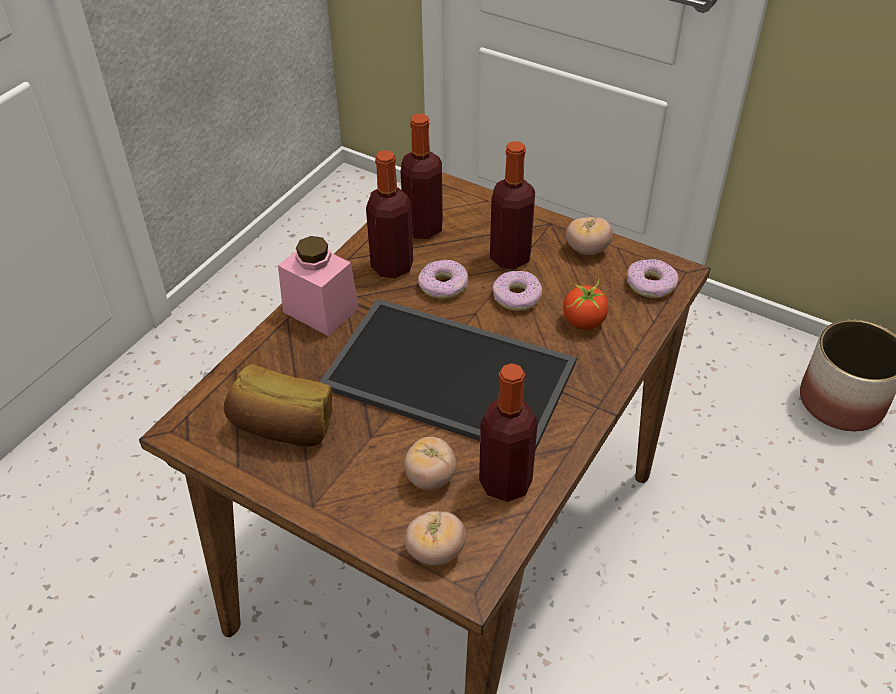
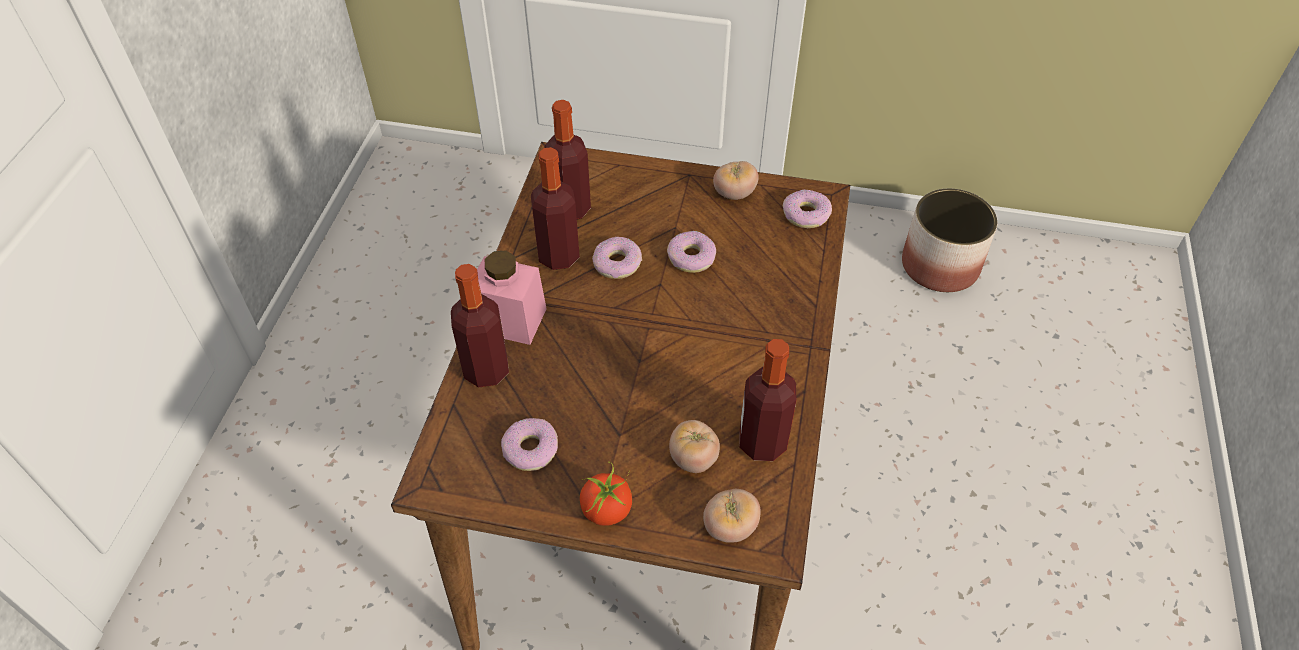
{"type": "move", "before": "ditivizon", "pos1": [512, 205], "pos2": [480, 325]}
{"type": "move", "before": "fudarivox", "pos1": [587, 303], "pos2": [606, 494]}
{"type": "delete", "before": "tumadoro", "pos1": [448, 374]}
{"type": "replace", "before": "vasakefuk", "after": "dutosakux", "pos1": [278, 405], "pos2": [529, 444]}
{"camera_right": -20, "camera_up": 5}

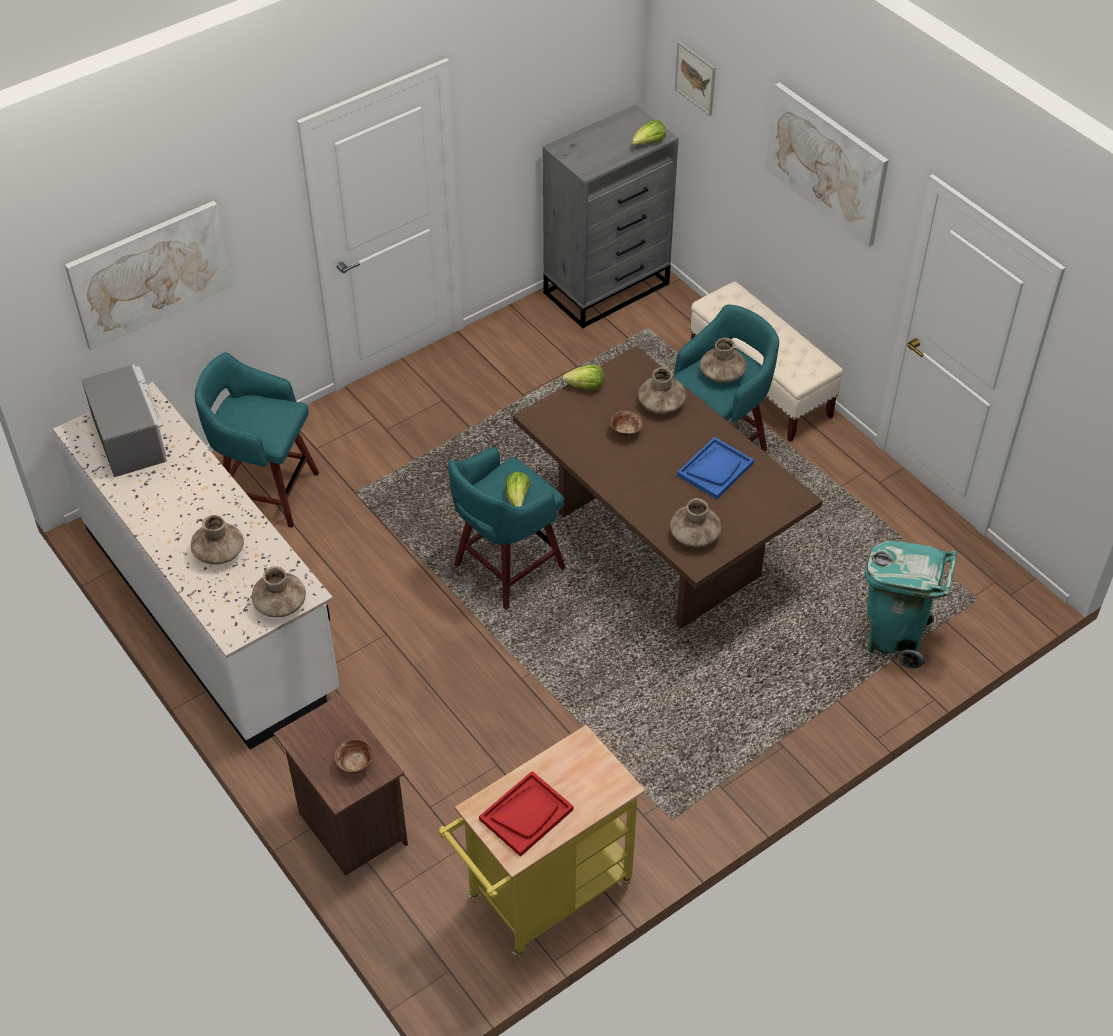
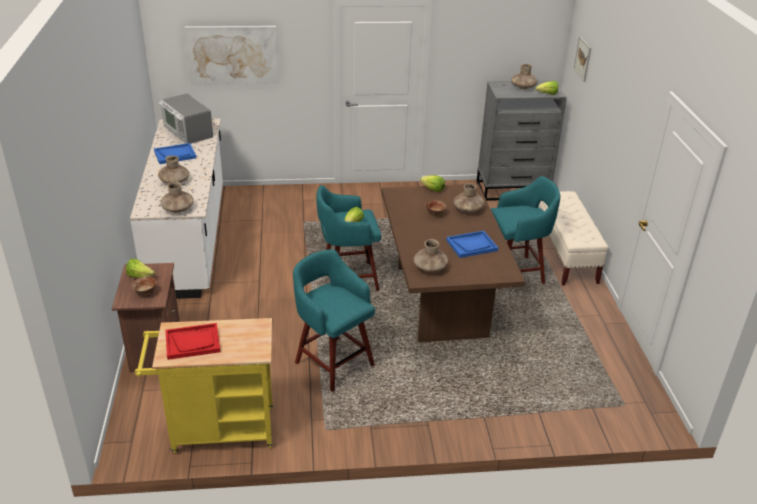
{"type": "delete", "before": "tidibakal", "pos1": [827, 164]}
{"type": "move", "before": "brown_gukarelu", "pos1": [723, 360], "pos2": [524, 76]}
{"type": "move", "before": "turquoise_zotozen", "pos1": [257, 440], "pos2": [334, 320]}
{"type": "rotate", "before": "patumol", "pos1": [124, 421], "pos2": [186, 118], "turn": 135}
{"type": "delete", "before": "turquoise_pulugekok", "pos1": [911, 605]}
{"type": "insert", "after": "blue_tumadoro", "pos2": [175, 153]}
{"type": "insert", "after": "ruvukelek", "pos2": [140, 268]}
{"camera_right": 30, "camera_up": -15}

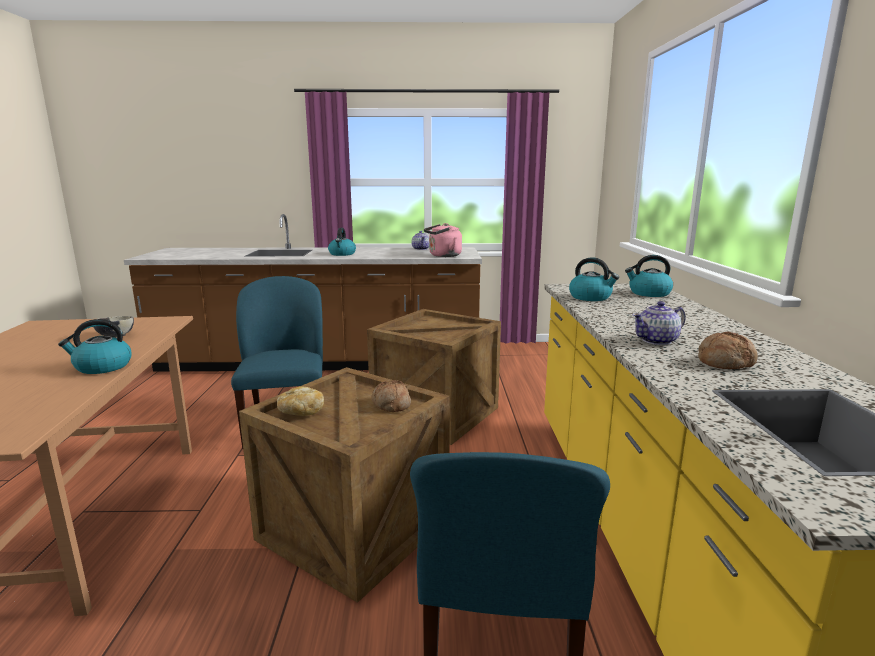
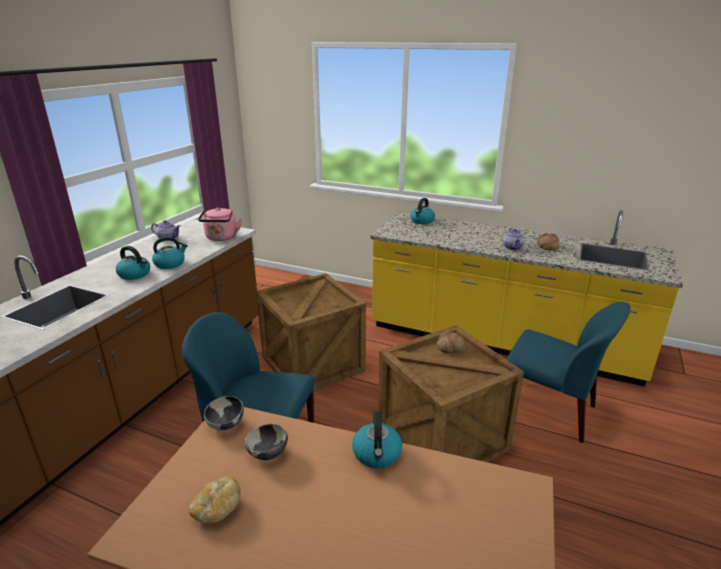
{"type": "move", "before": "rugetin", "pos1": [594, 279], "pos2": [170, 252]}
{"type": "move", "before": "vasakefuk", "pos1": [300, 401], "pos2": [215, 499]}
{"type": "insert", "after": "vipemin", "pos2": [224, 413]}
{"camera_right": -65, "camera_up": 10}

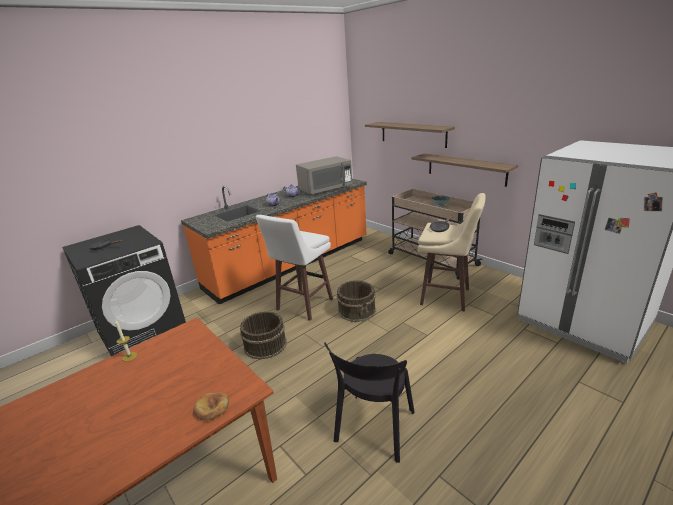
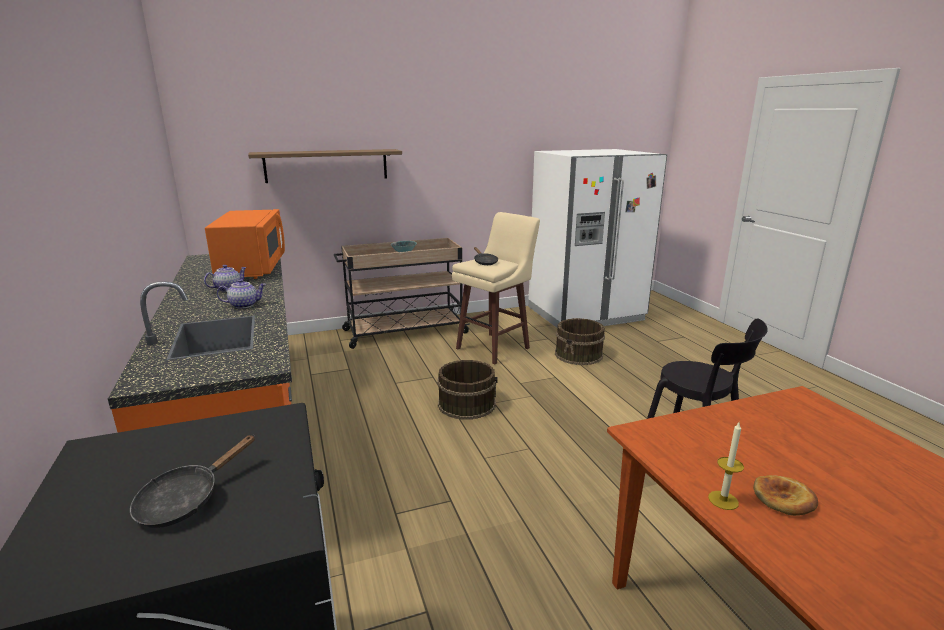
{"type": "delete", "before": "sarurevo", "pos1": [464, 170]}
{"type": "recolor", "before": "grey_patumol", "after": "orange_patumol", "pos1": [324, 175], "pos2": [245, 244]}
{"type": "delete", "before": "white_zotozen", "pos1": [294, 268]}
{"type": "move", "before": "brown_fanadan", "pos1": [263, 335], "pos2": [580, 341]}
{"type": "move", "before": "vasakefuk", "pos1": [211, 407], "pos2": [785, 495]}
{"camera_right": -70, "camera_up": -5}

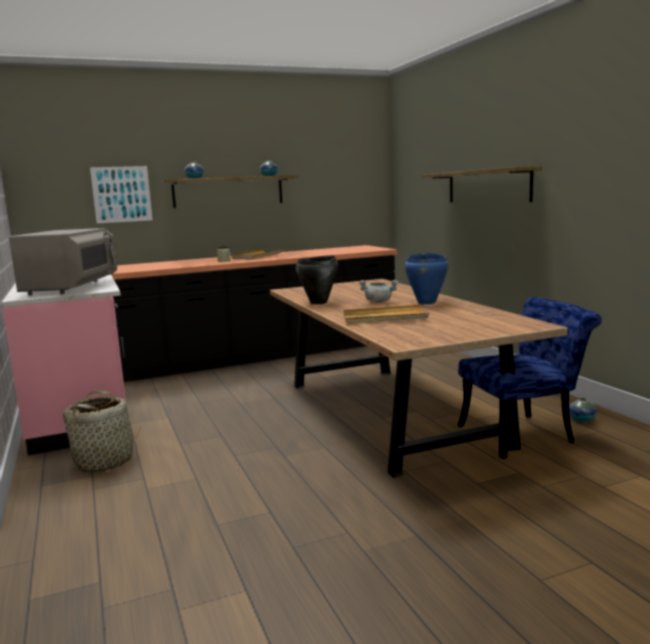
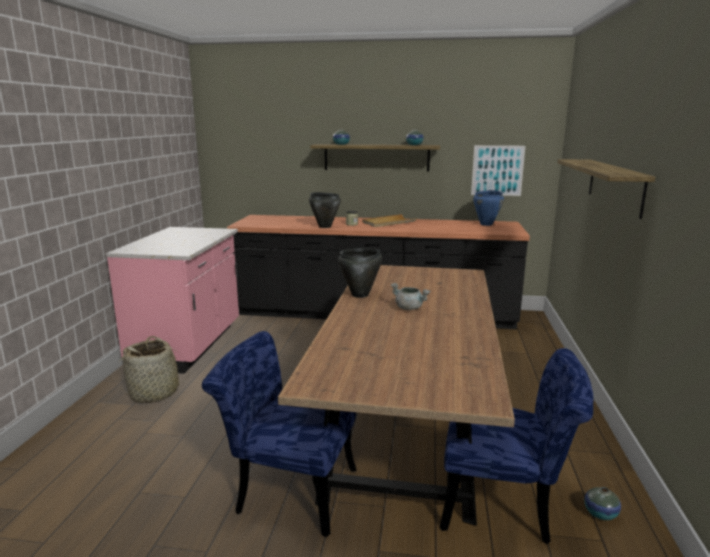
{"type": "move", "before": "tidibakal", "pos1": [121, 194], "pos2": [498, 170]}
{"type": "delete", "before": "grey_patumol", "pos1": [63, 261]}
{"type": "move", "before": "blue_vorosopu", "pos1": [427, 279], "pos2": [488, 208]}
{"type": "delete", "before": "beige_tumadoro", "pos1": [386, 314]}
{"type": "insert", "after": "black_vorosopu", "pos2": [325, 210]}
{"type": "insert", "after": "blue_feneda", "pos2": [279, 434]}
{"camera_right": 30, "camera_up": 5}

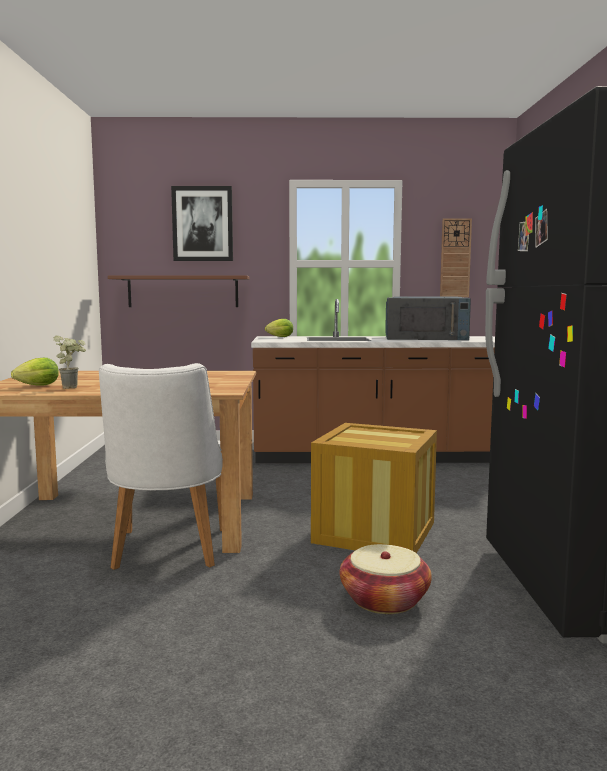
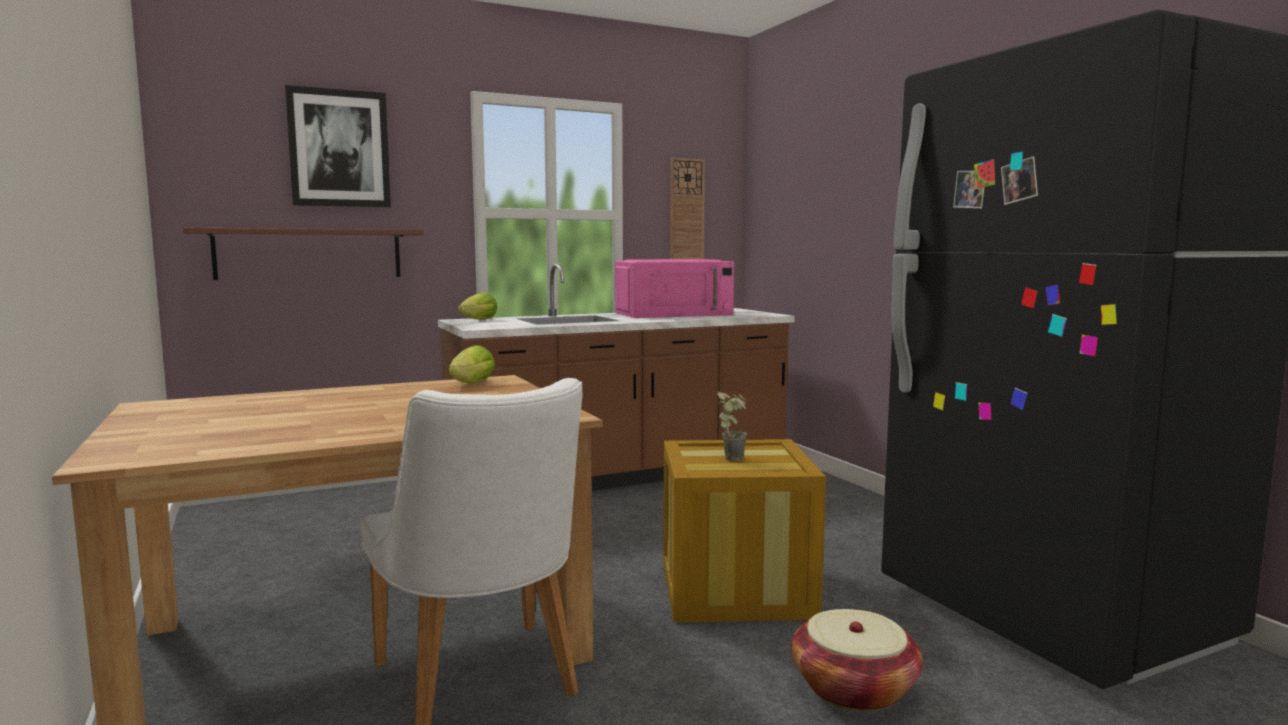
{"type": "recolor", "before": "blue_patumol", "after": "pink_patumol", "pos1": [428, 318], "pos2": [674, 288]}
{"type": "move", "before": "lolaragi", "pos1": [70, 362], "pos2": [732, 426]}
{"type": "move", "before": "ruvukelek", "pos1": [35, 371], "pos2": [472, 364]}
{"camera_right": -25, "camera_up": 0}

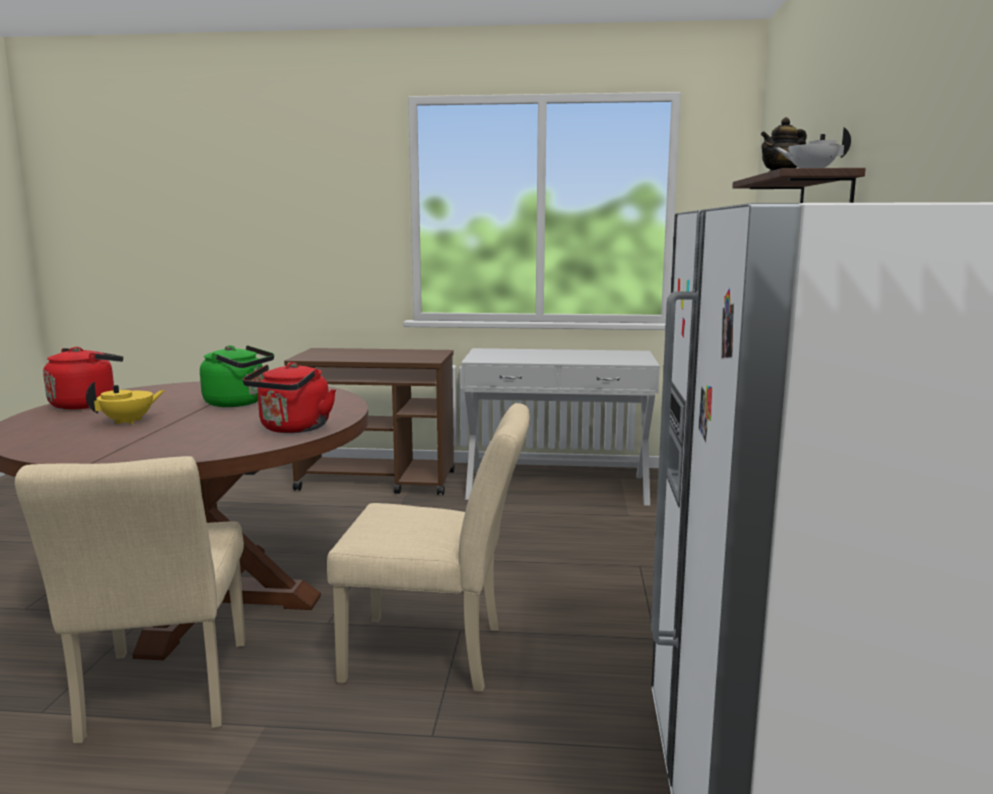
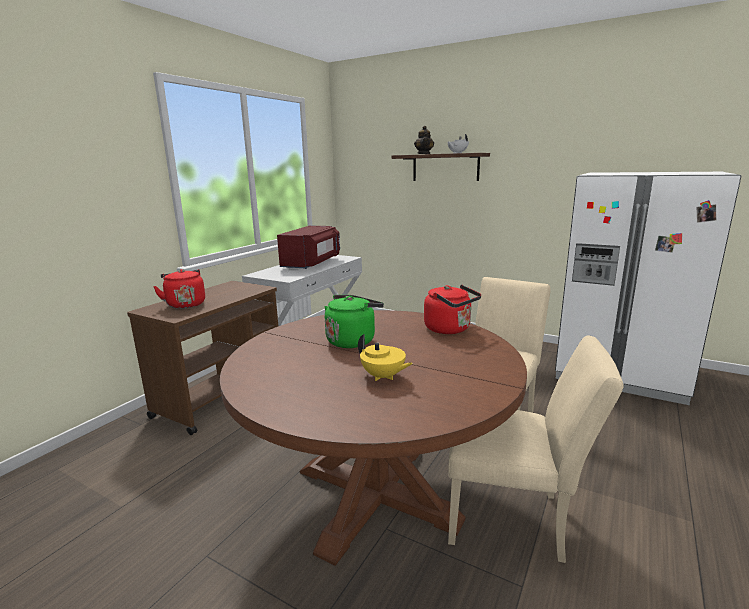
{"type": "move", "before": "red_rugetin", "pos1": [83, 378], "pos2": [179, 289]}
{"type": "rotate", "before": "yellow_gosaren", "pos1": [125, 403], "pos2": [385, 357], "turn": 150}
{"type": "insert", "after": "red_patumol", "pos2": [308, 247]}
{"camera_right": -65, "camera_up": 5}

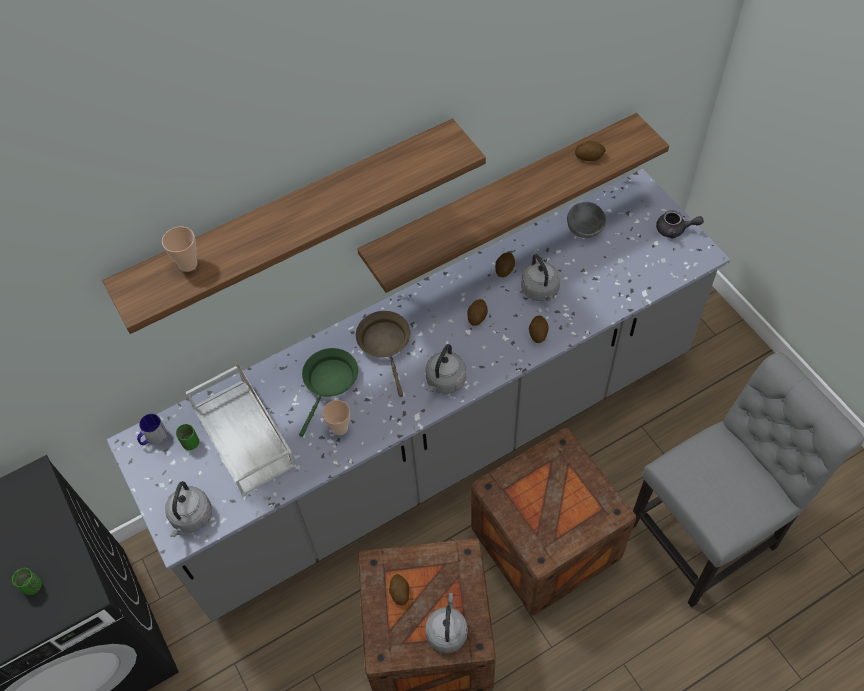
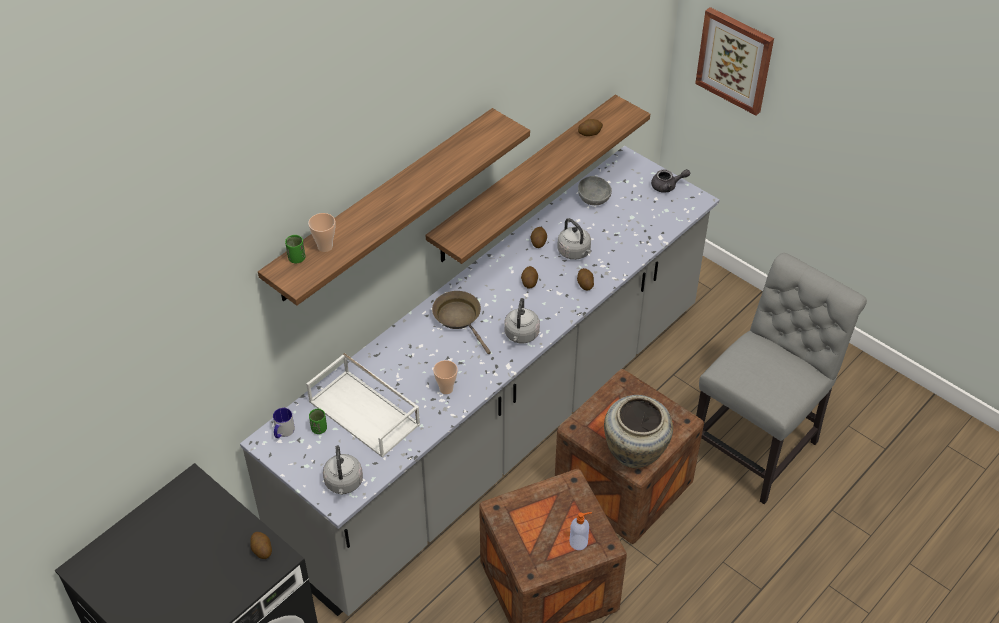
{"type": "delete", "before": "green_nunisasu", "pos1": [328, 392]}
{"type": "move", "before": "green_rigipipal", "pos1": [27, 581], "pos2": [295, 249]}
{"type": "move", "before": "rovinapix", "pos1": [399, 589], "pos2": [261, 545]}
{"type": "replace", "before": "grey_rugetin", "after": "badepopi", "pos1": [446, 623], "pos2": [581, 531]}
{"type": "insert", "after": "tidibakal", "pos2": [734, 61]}
{"type": "insert", "after": "beige_gukarelu", "pos2": [638, 431]}
{"camera_right": -20, "camera_up": -10}

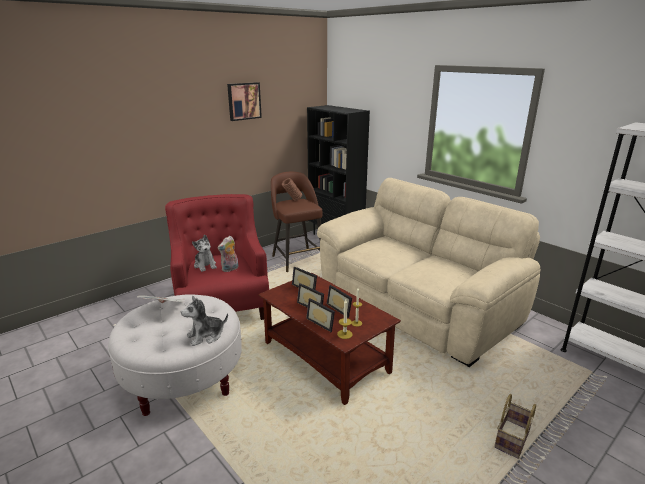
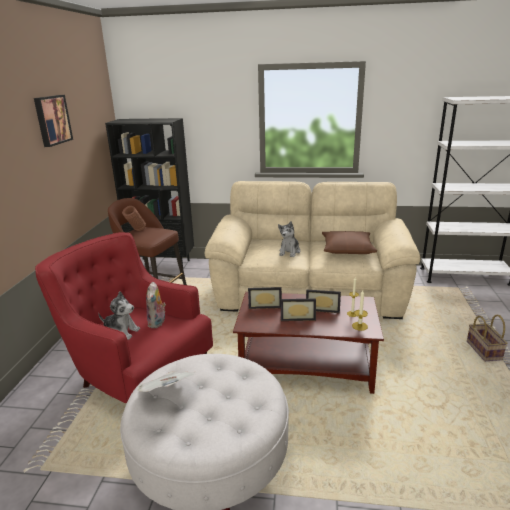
{"type": "move", "before": "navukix", "pos1": [204, 321], "pos2": [289, 239]}
{"type": "delete", "before": "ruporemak", "pos1": [320, 315]}
{"type": "insert", "after": "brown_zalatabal", "pos2": [349, 242]}
{"camera_right": -40, "camera_up": 0}

